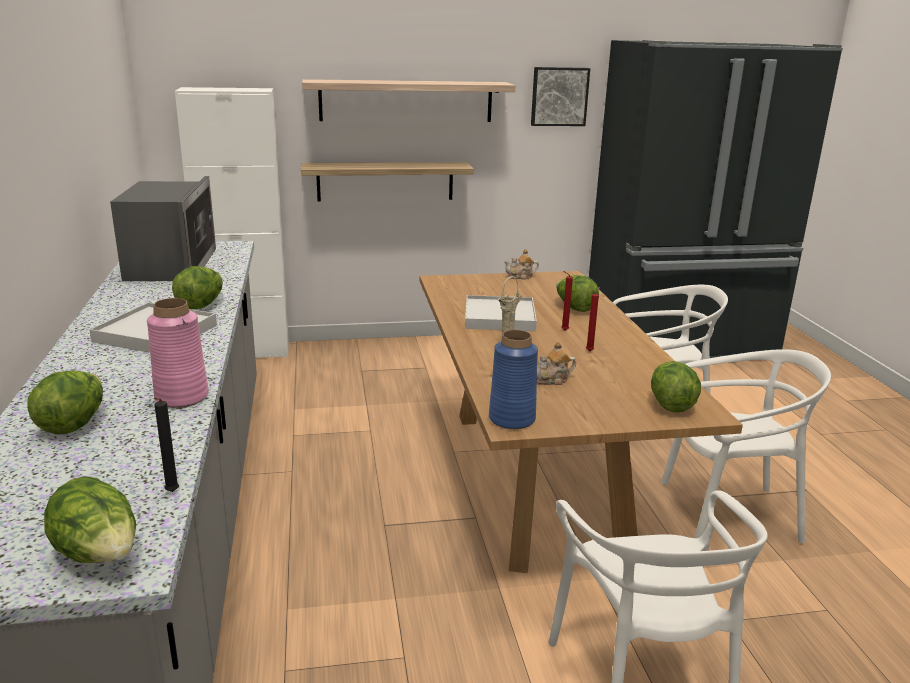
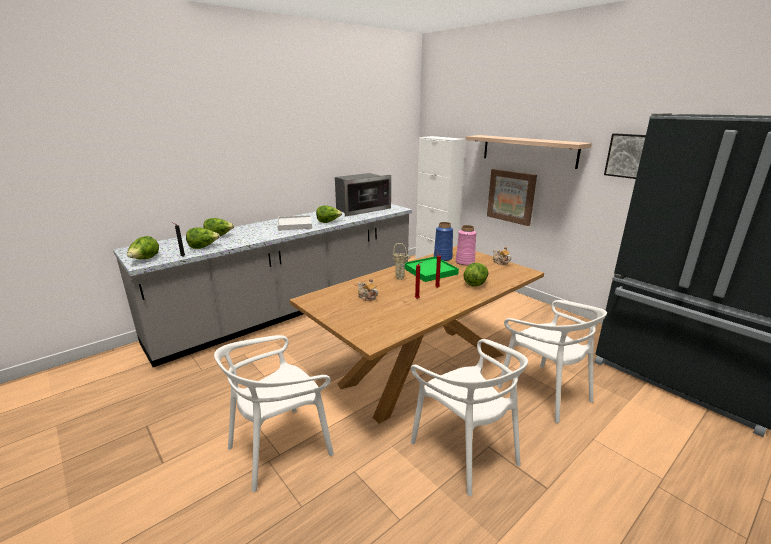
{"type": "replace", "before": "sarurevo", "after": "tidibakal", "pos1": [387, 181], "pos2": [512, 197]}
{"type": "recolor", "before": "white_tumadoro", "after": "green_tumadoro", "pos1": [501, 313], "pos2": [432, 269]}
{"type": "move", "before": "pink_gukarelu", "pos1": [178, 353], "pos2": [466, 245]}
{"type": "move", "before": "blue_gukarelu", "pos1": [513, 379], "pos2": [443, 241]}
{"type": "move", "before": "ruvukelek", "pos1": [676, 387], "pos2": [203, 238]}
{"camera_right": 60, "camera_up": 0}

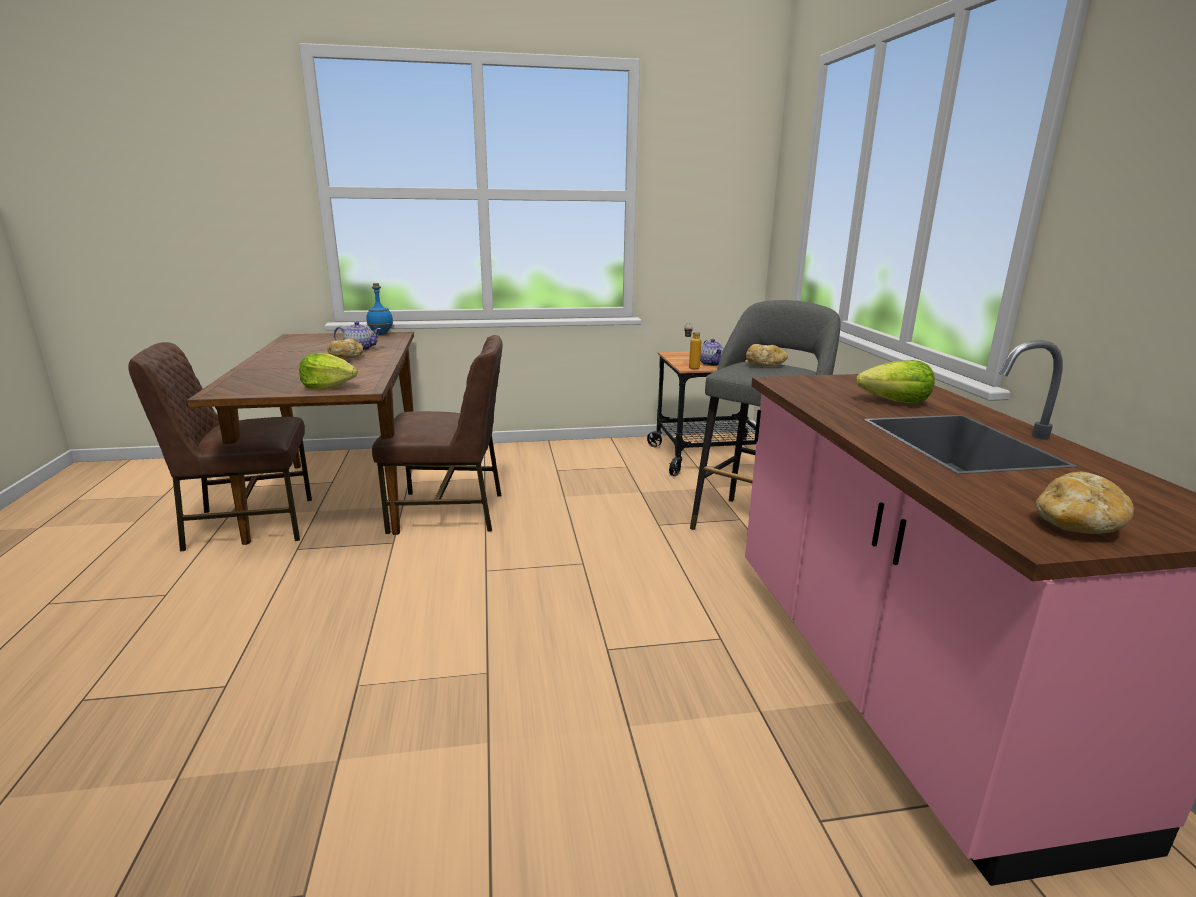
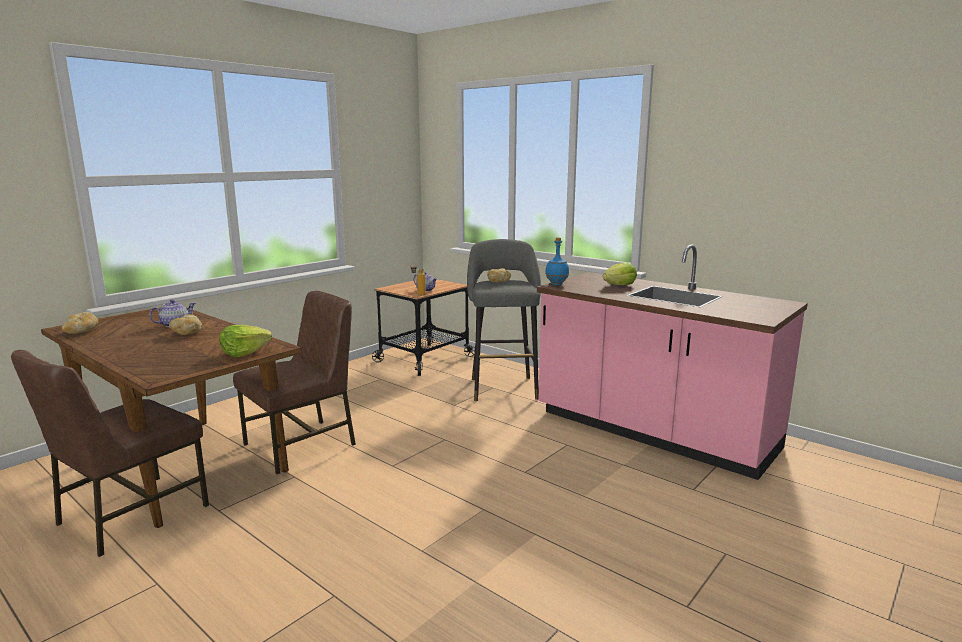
{"type": "move", "before": "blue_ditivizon", "pos1": [379, 309], "pos2": [557, 261]}
{"type": "move", "before": "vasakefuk", "pos1": [1084, 503], "pos2": [80, 323]}
{"camera_right": -40, "camera_up": -5}

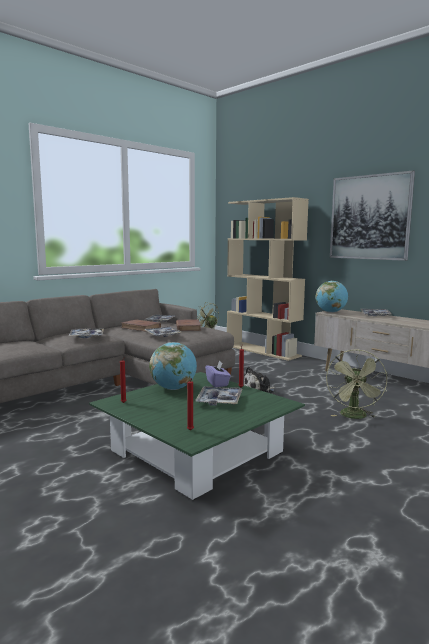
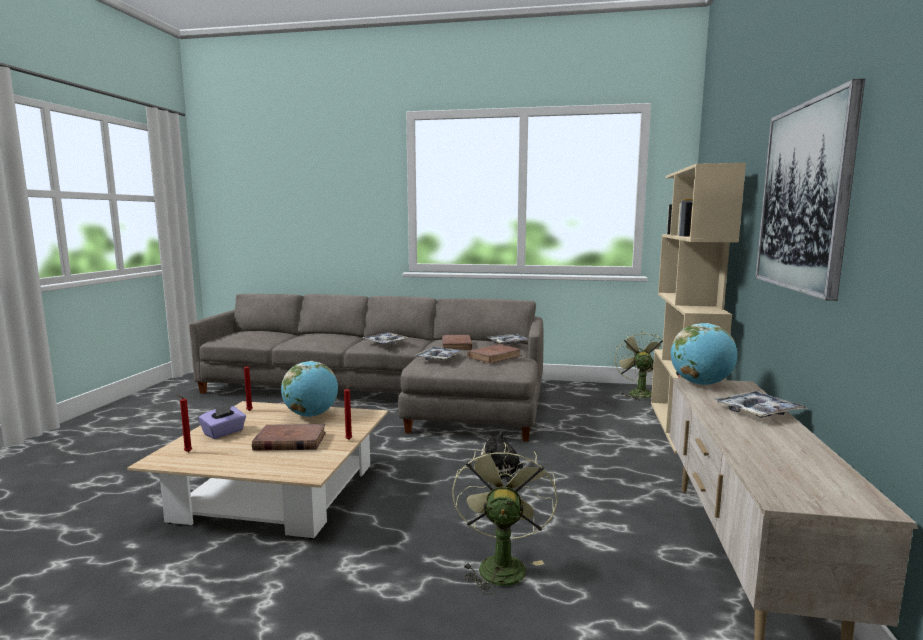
{"type": "rotate", "before": "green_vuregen", "pos1": [357, 384], "pos2": [505, 518], "turn": 120}
{"type": "move", "before": "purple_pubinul", "pos1": [218, 373], "pos2": [222, 421]}
{"type": "recolor", "before": "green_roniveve", "after": "beige_roniveve", "pos1": [197, 436], "pos2": [257, 470]}
{"type": "replace", "before": "tumadoro", "after": "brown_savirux", "pos1": [219, 396], "pos2": [289, 437]}
{"camera_right": 55, "camera_up": 0}

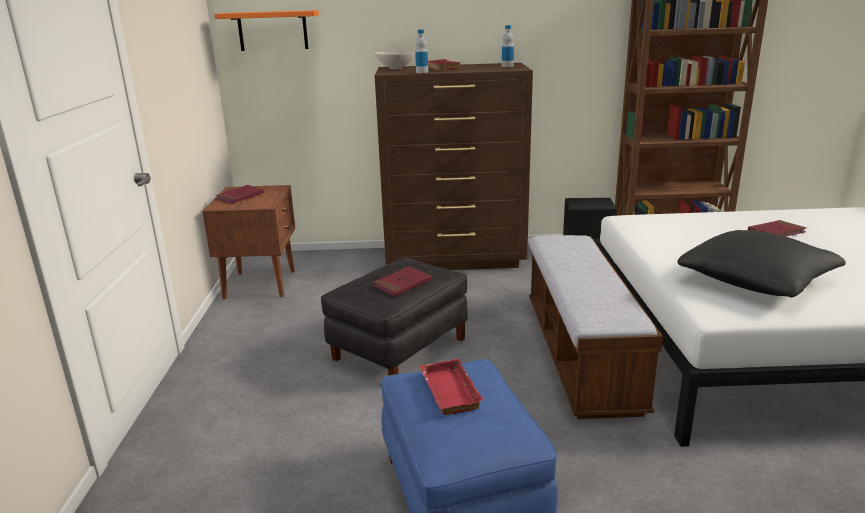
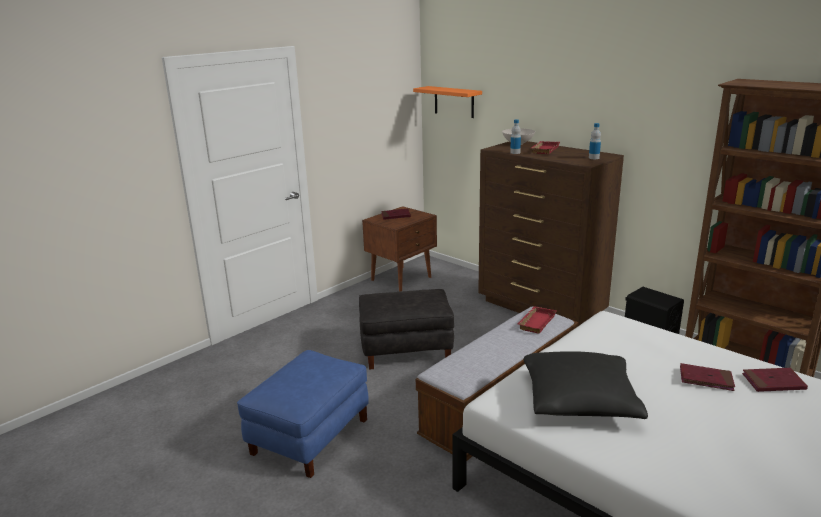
{"type": "move", "before": "red_savirux", "pos1": [402, 281], "pos2": [775, 380]}
{"type": "move", "before": "red_tumadoro", "pos1": [451, 387], "pos2": [537, 320]}
{"camera_right": 45, "camera_up": 0}

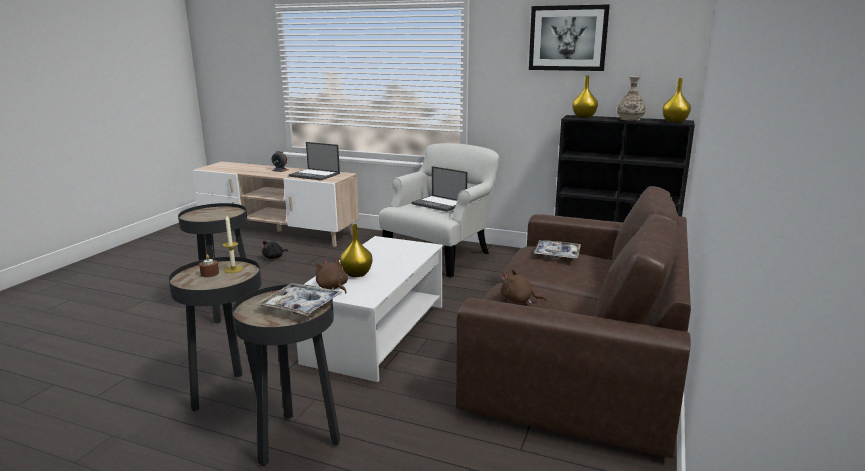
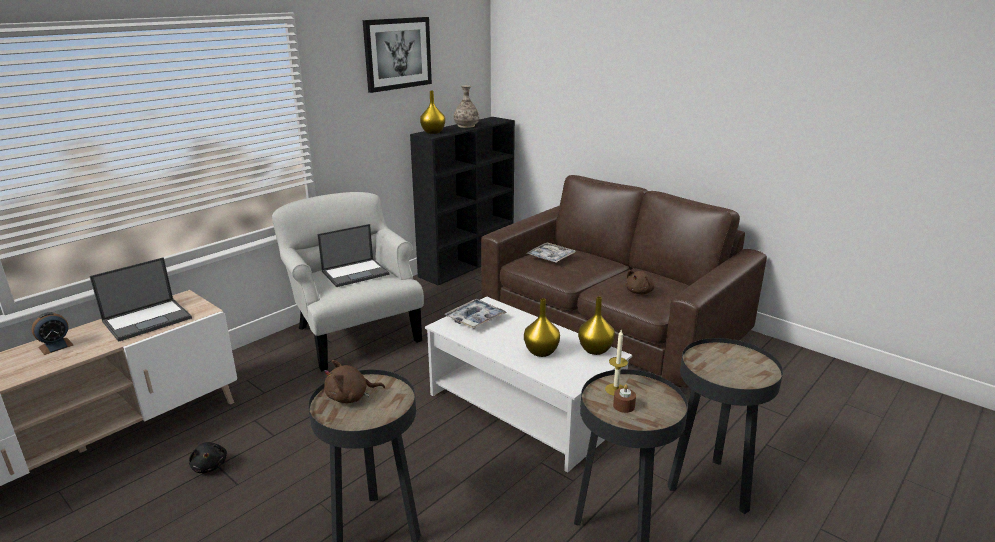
{"type": "move", "before": "yellow_gukarelu", "pos1": [676, 100], "pos2": [596, 326]}
{"type": "move", "before": "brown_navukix", "pos1": [332, 275], "pos2": [354, 381]}
{"type": "move", "before": "tumadoro", "pos1": [299, 299], "pos2": [475, 314]}
{"camera_right": -70, "camera_up": 5}

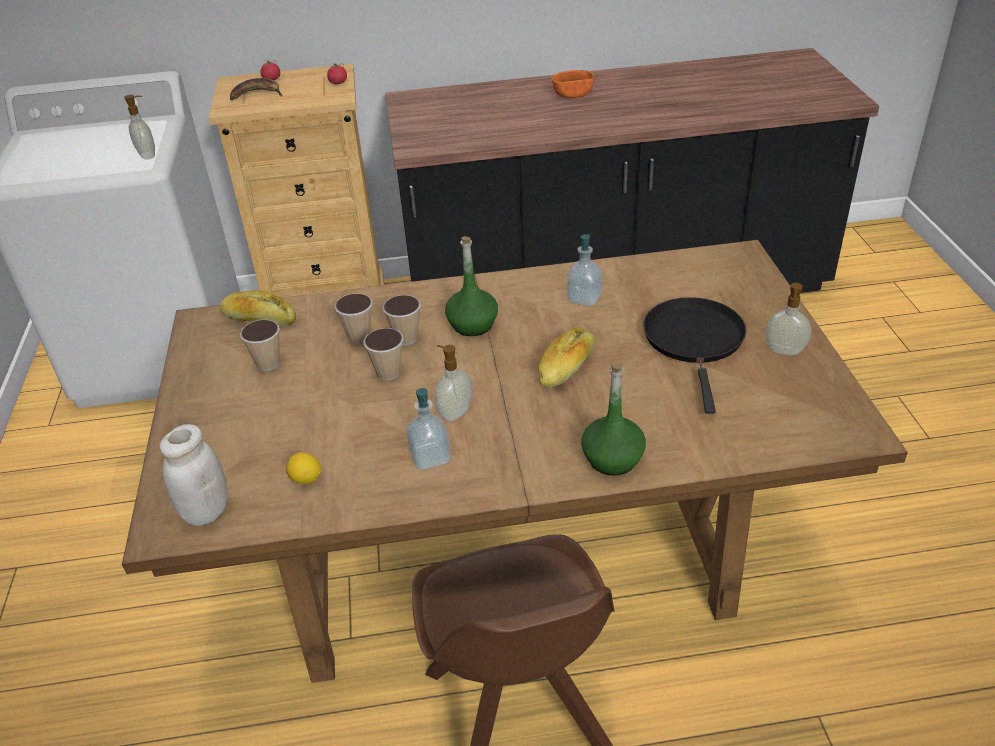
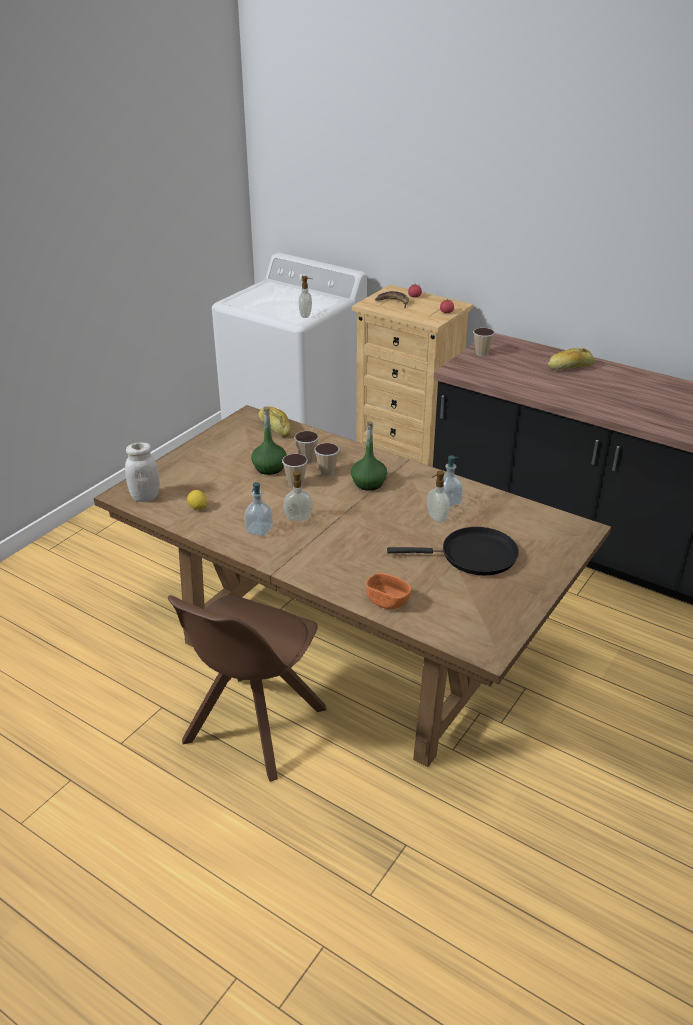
{"type": "move", "before": "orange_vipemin", "pos1": [573, 84], "pos2": [388, 591]}
{"type": "move", "before": "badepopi", "pos1": [788, 319], "pos2": [438, 496]}
{"type": "rotate", "before": "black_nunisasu", "pos1": [694, 355], "pos2": [453, 551], "turn": 45}
{"type": "move", "before": "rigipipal", "pos1": [260, 345], "pos2": [484, 342]}
{"type": "move", "before": "vasakefuk", "pos1": [567, 357], "pos2": [571, 359]}
{"type": "move", "before": "green_ditivizon", "pos1": [613, 419], "pos2": [269, 441]}
{"camera_right": 40, "camera_up": -5}

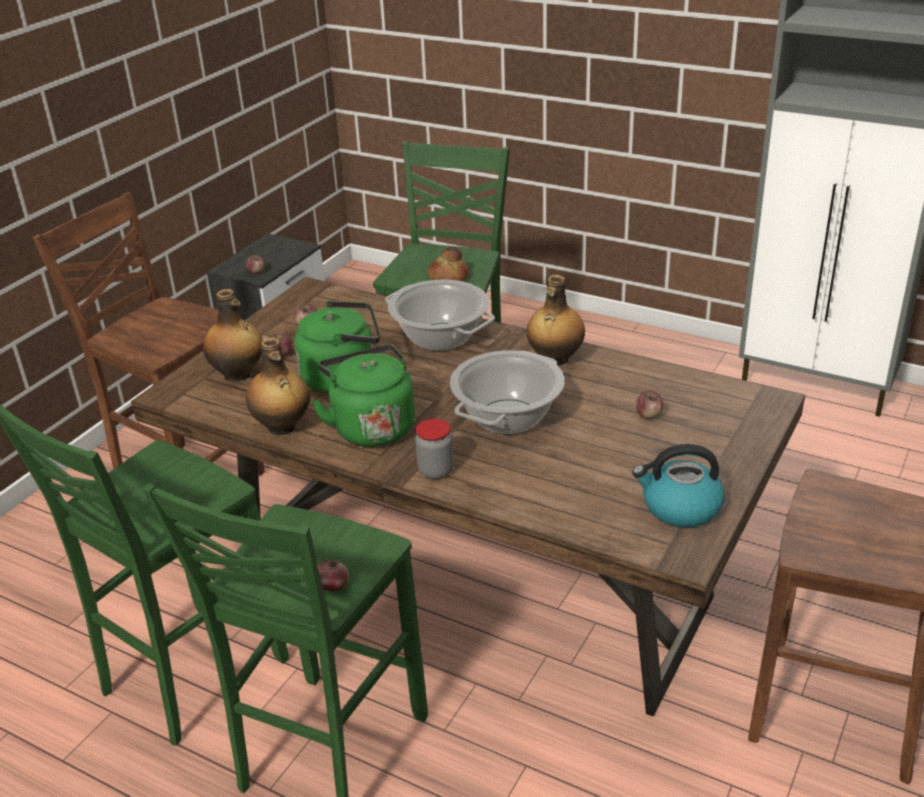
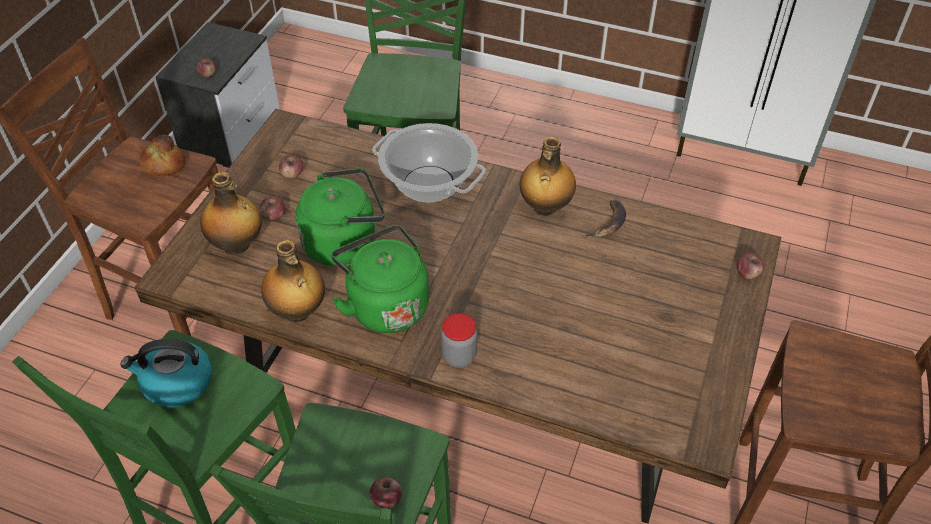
{"type": "move", "before": "vasakefuk", "pos1": [448, 264], "pos2": [162, 155]}
{"type": "delete", "before": "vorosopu", "pos1": [507, 393]}
{"type": "move", "before": "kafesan", "pos1": [649, 405], "pos2": [750, 265]}
{"type": "move", "before": "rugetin", "pos1": [678, 486], "pos2": [166, 373]}
{"type": "insert", "after": "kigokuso", "pos2": [604, 219]}
{"camera_right": -10, "camera_up": 15}

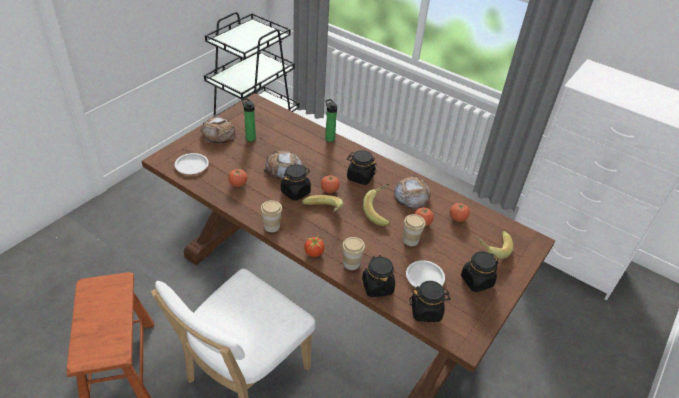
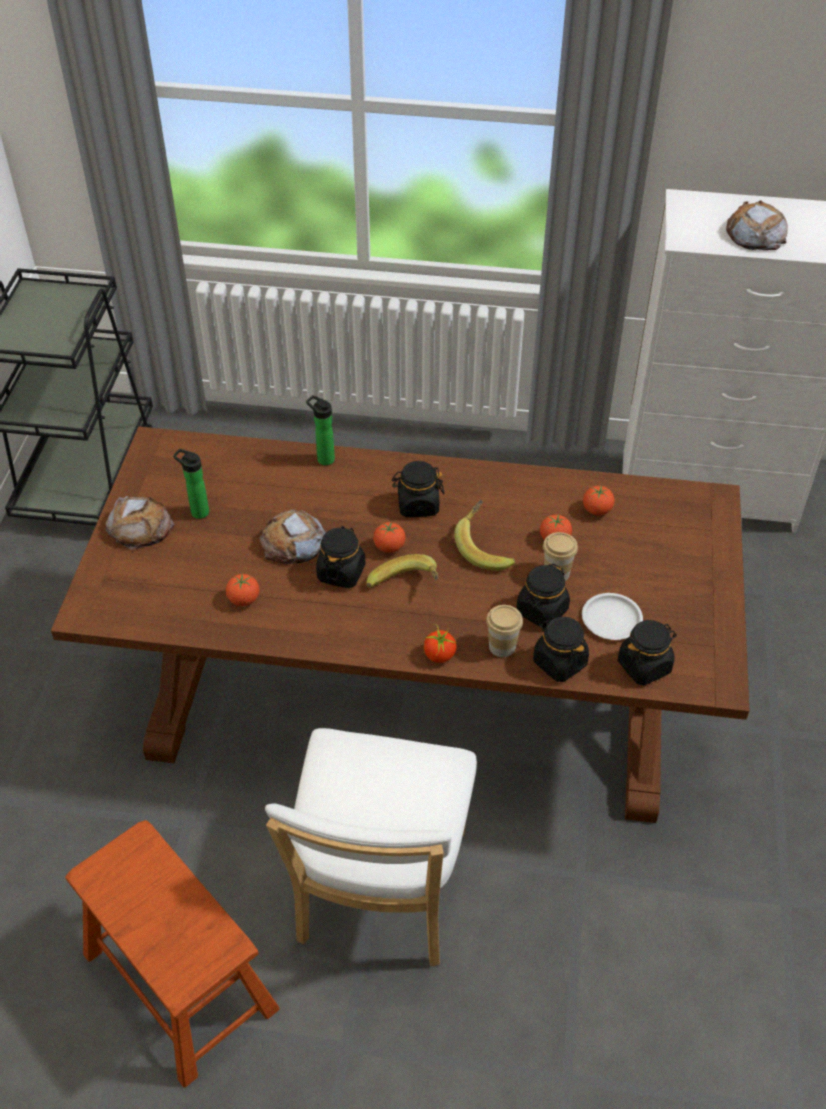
{"type": "delete", "before": "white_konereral", "pos1": [192, 163]}
{"type": "move", "before": "vasakefuk", "pos1": [412, 192], "pos2": [757, 225]}
{"type": "delete", "before": "rigipipal", "pos1": [271, 216]}
{"type": "delete", "before": "kigokuso", "pos1": [494, 245]}
{"type": "move", "before": "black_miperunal", "pos1": [480, 271], "pos2": [543, 596]}
{"camera_right": -25, "camera_up": 5}

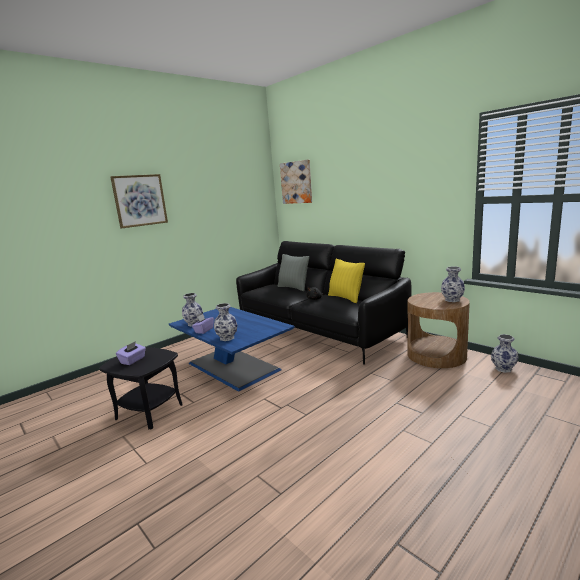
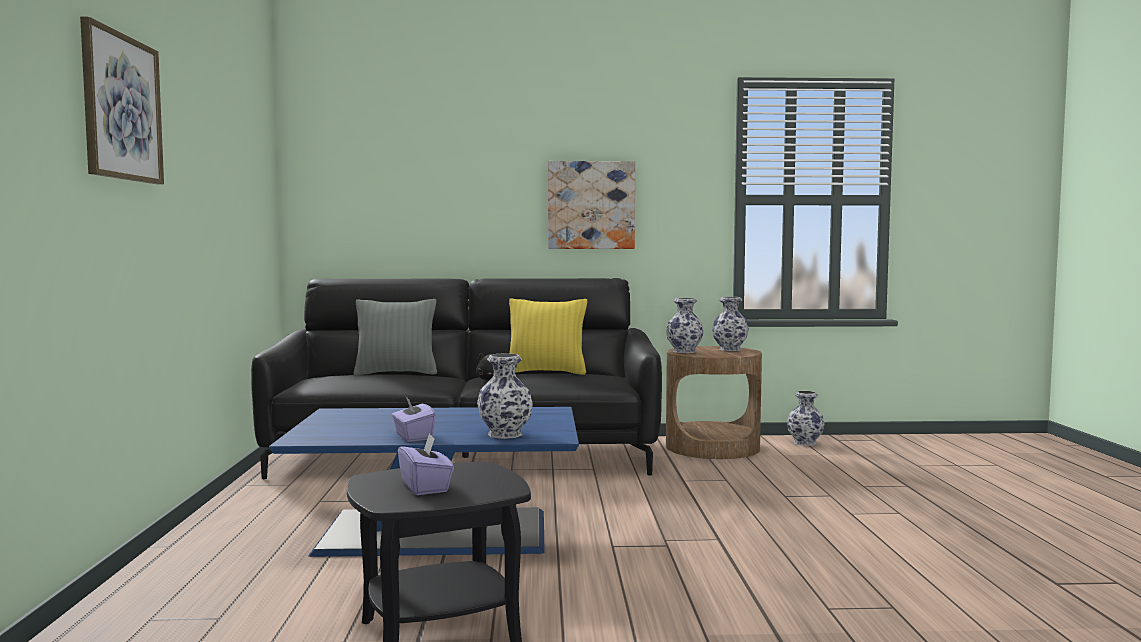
{"type": "move", "before": "tidibakal", "pos1": [296, 182], "pos2": [591, 205]}
{"type": "move", "before": "gukarelu", "pos1": [192, 309], "pos2": [685, 325]}
{"camera_right": -50, "camera_up": -10}

